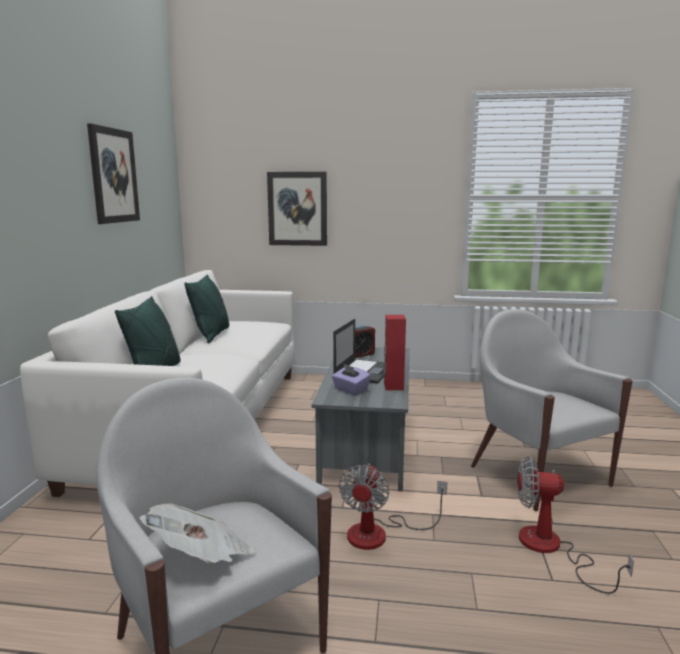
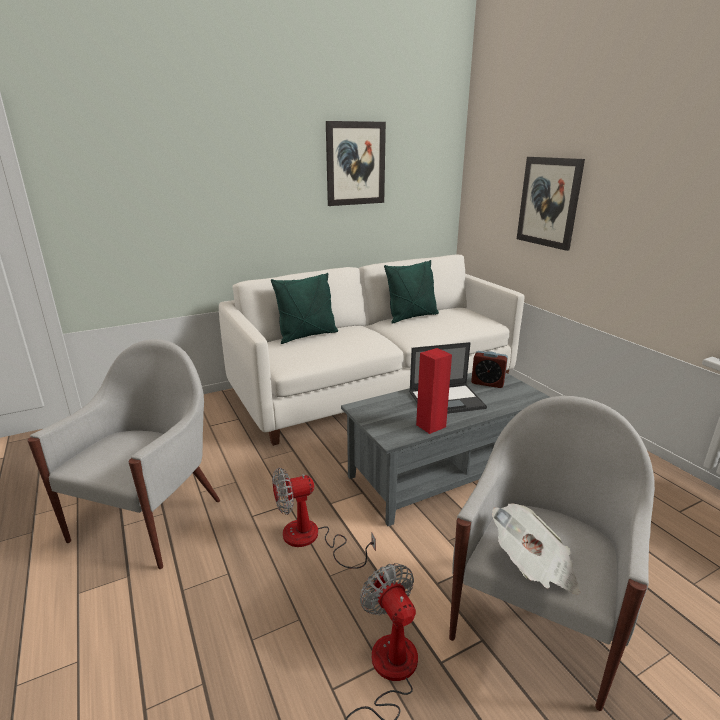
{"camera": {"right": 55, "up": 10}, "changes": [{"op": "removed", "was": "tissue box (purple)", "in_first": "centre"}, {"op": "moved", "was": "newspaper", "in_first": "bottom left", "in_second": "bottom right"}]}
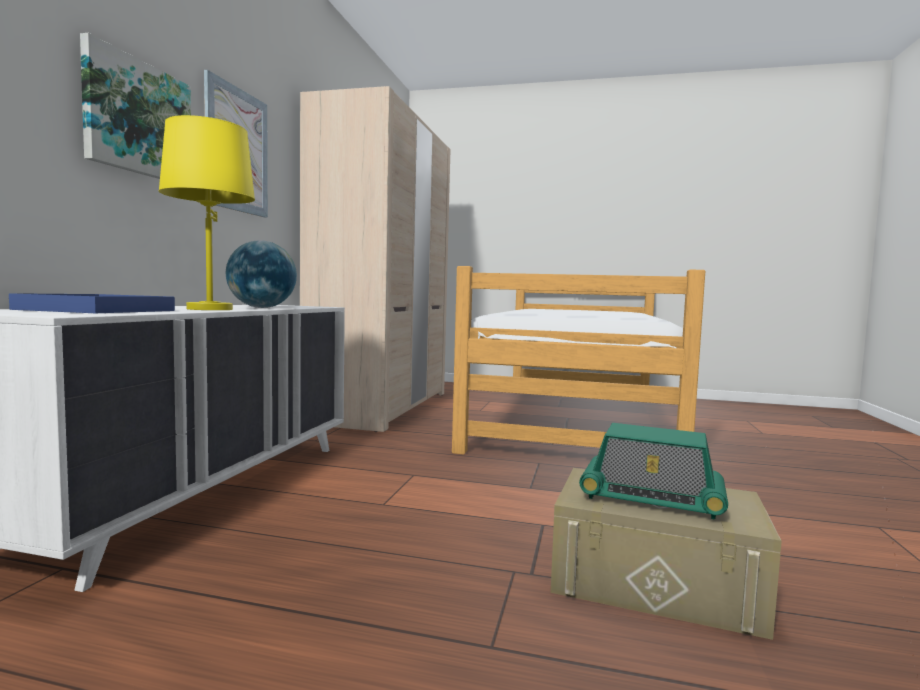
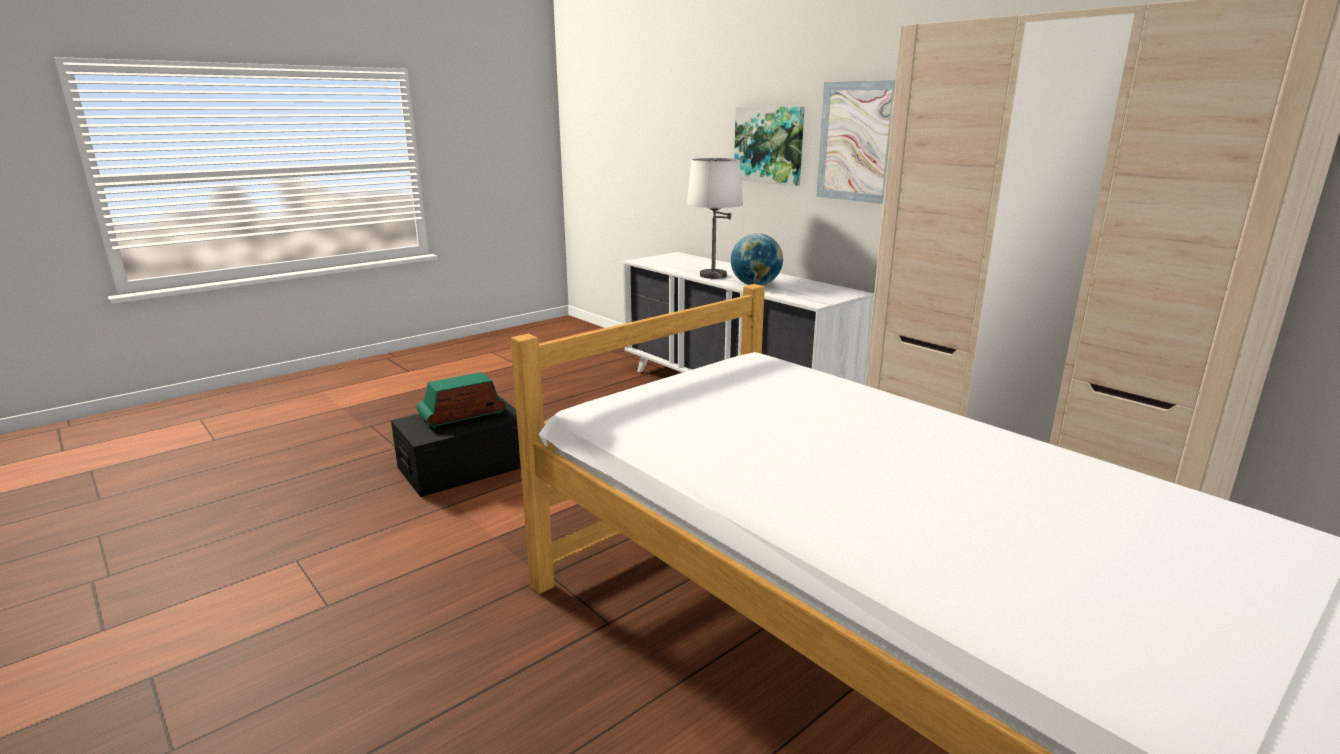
{"camera": {"right": 125, "up": 15}, "changes": [{"op": "removed", "was": "tray (blue)", "in_first": "middle left"}, {"op": "recoloured", "was": "table lamp (yellow)", "now": "table lamp (white)", "in_first": "top left", "in_second": "top centre"}, {"op": "recoloured", "was": "storage box (beige)", "now": "storage box (black)", "in_first": "bottom right", "in_second": "centre"}]}
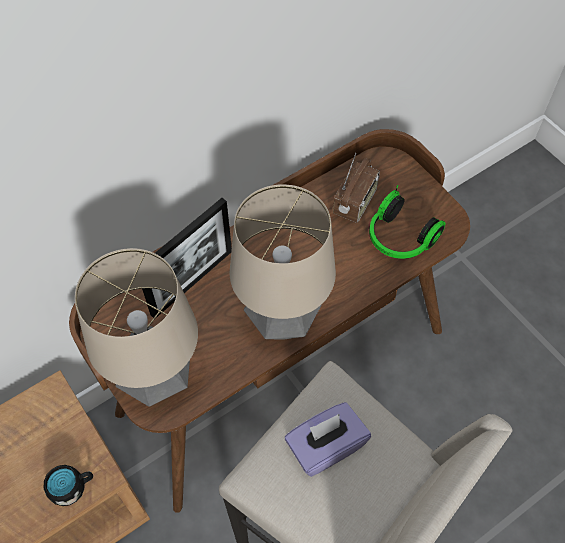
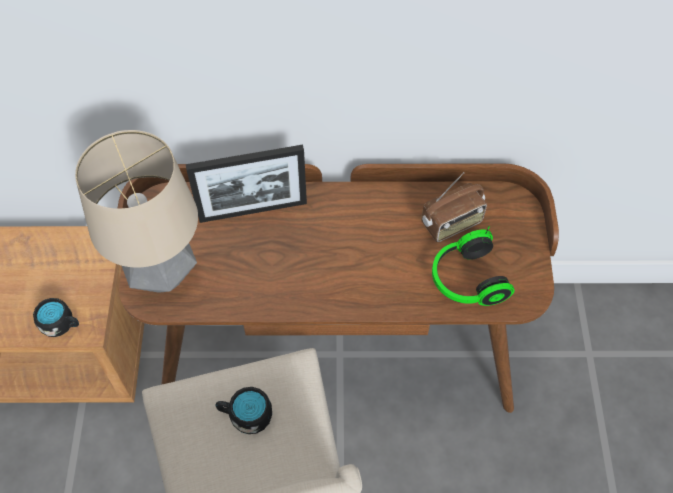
{"camera": {"right": 35, "up": 0}, "changes": [{"op": "removed", "was": "table lamp (2nd from left)", "in_first": "centre"}, {"op": "replaced", "was": "tissue box (purple)", "now": "mug (black) (2nd from left)", "in_first": "bottom centre", "in_second": "bottom centre"}]}
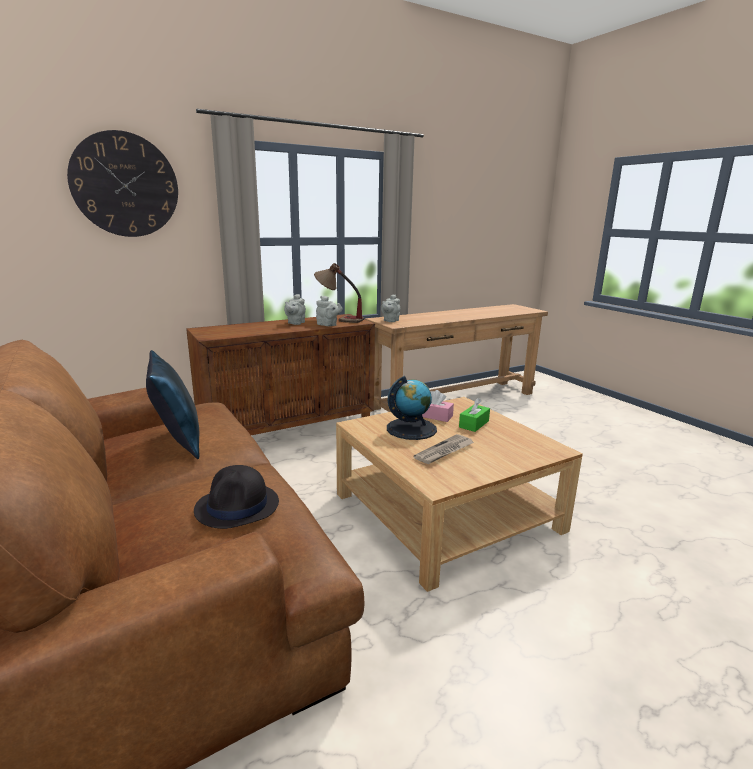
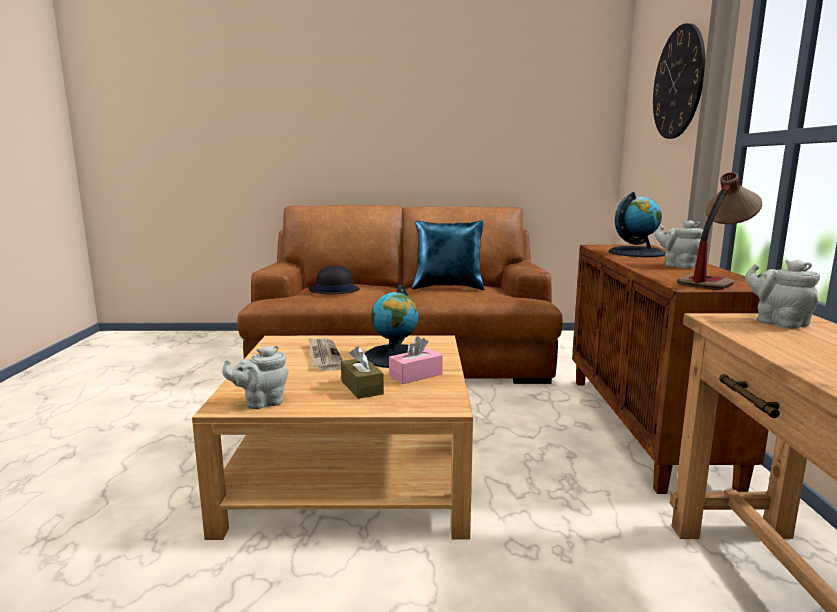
{"camera": {"right": 120, "up": -5}, "changes": [{"op": "added", "now": "globe (2nd from left)", "in_second": "middle right"}, {"op": "moved", "was": "teapot (grey) (2nd from left in the first image)", "now": "teapot (grey) (1st from left)", "in_first": "centre", "in_second": "middle left"}, {"op": "recoloured", "was": "tissue box (green)", "now": "tissue box (brown)", "in_first": "centre", "in_second": "centre"}]}
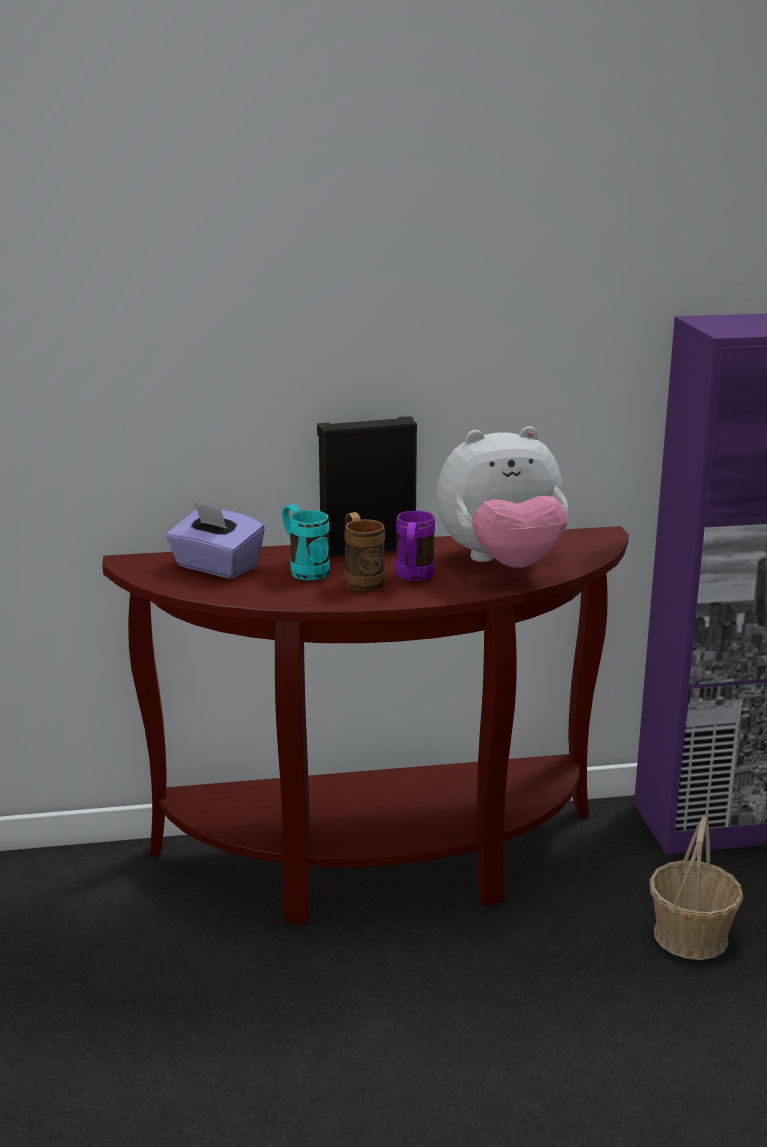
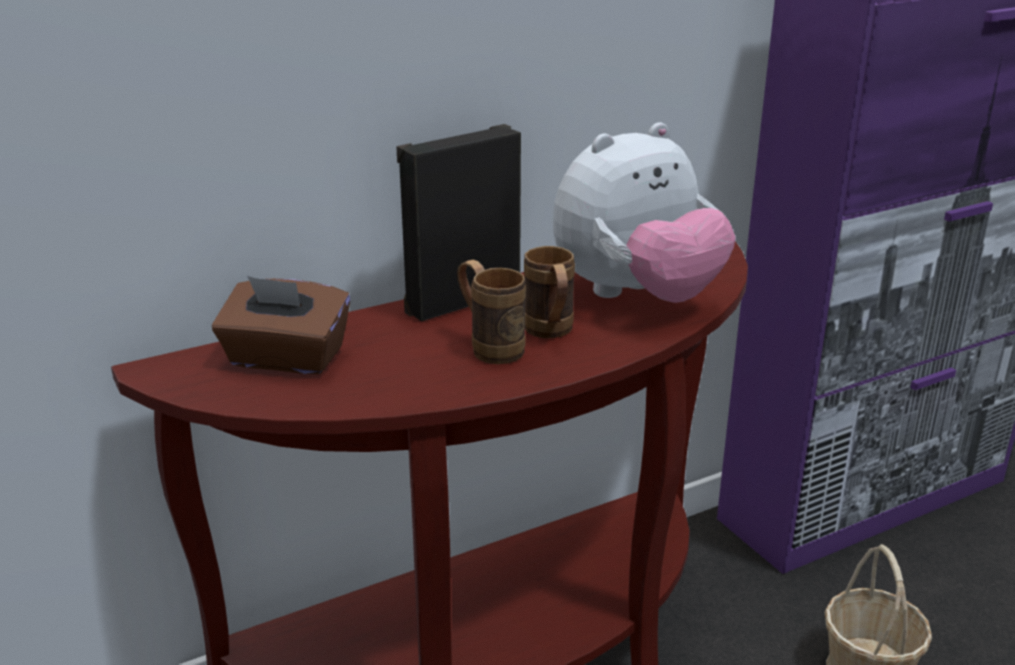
{"camera": {"right": -20, "up": 5}, "changes": [{"op": "removed", "was": "mug (turquoise)", "in_first": "centre"}, {"op": "recoloured", "was": "tissue box (purple)", "now": "tissue box (brown)", "in_first": "middle left", "in_second": "middle left"}, {"op": "recoloured", "was": "mug (purple)", "now": "mug (brown) (2nd from left)", "in_first": "centre", "in_second": "centre"}]}
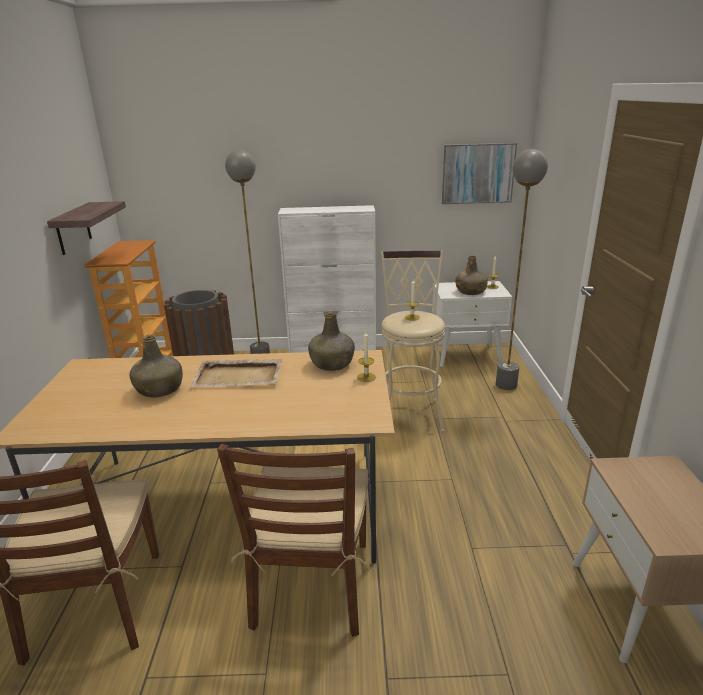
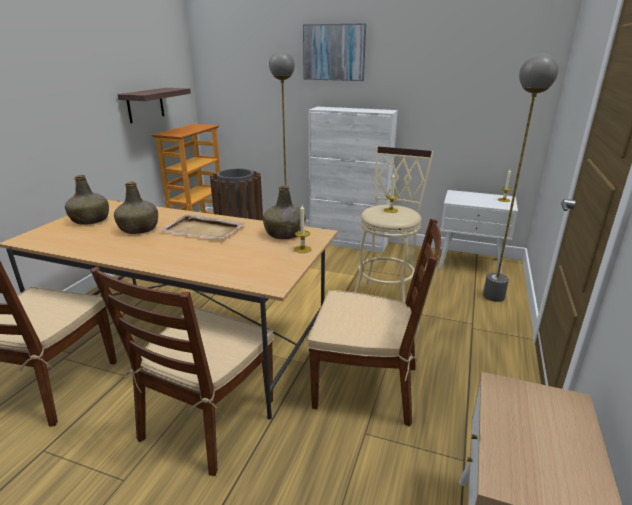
{"camera": {"right": 20, "up": 0}, "changes": [{"op": "added", "now": "chair (brown) (3rd from left)", "in_second": "centre"}, {"op": "moved", "was": "picture", "in_first": "top right", "in_second": "top centre"}, {"op": "moved", "was": "bottle (green) (3rd from left in the first image)", "now": "bottle (green) (1st from left)", "in_first": "middle right", "in_second": "middle left"}]}
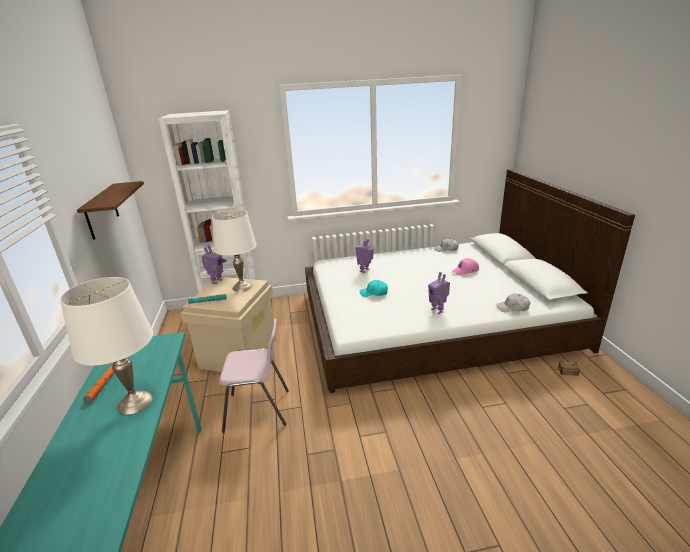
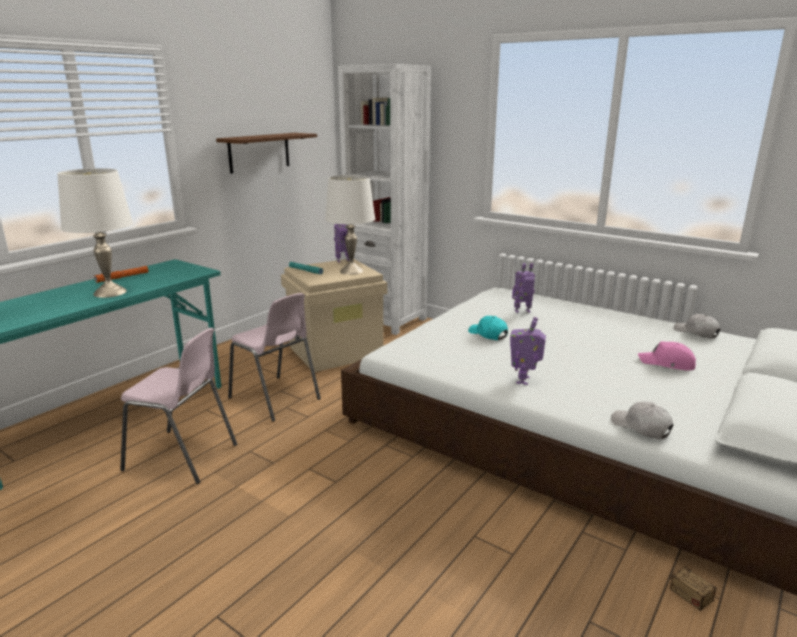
{"camera": {"right": 45, "up": -5}, "changes": [{"op": "added", "now": "chair (pink) (1st from left)", "in_second": "middle left"}]}
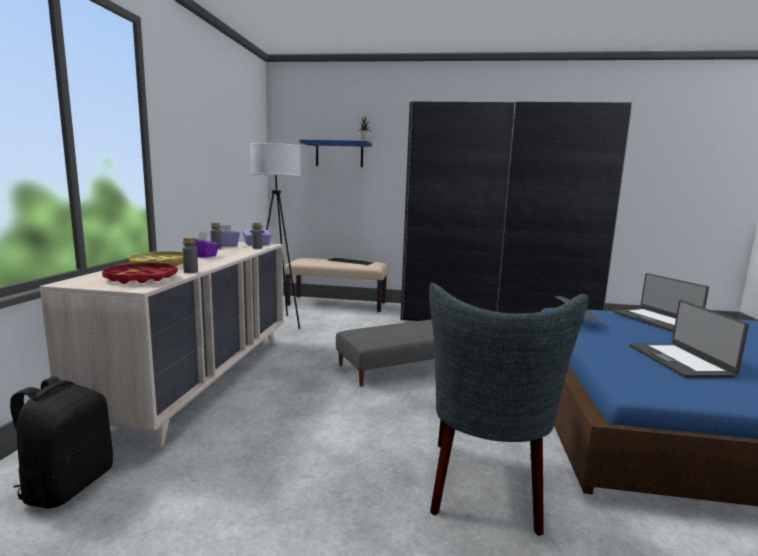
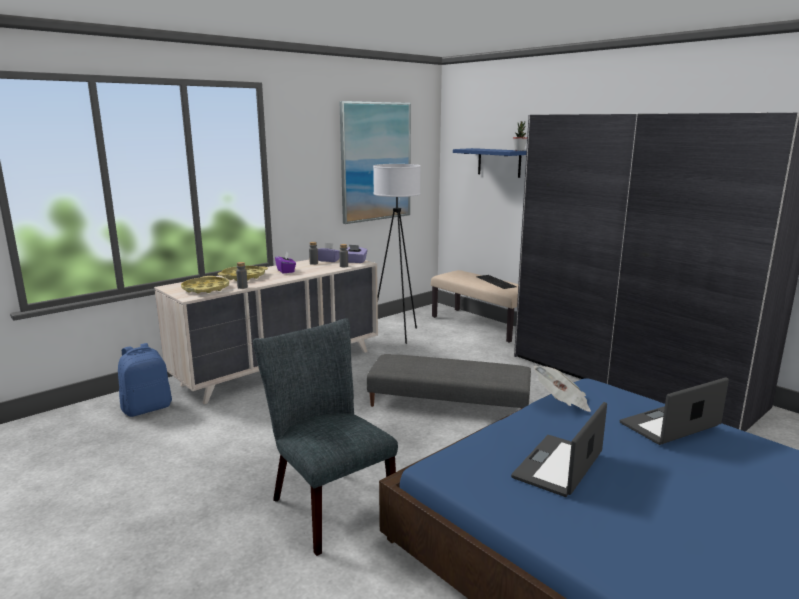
{"camera": {"right": 40, "up": 5}, "changes": [{"op": "added", "now": "picture", "in_second": "top centre"}, {"op": "recoloured", "was": "backpack (black)", "now": "backpack (blue)", "in_first": "bottom left", "in_second": "middle left"}, {"op": "recoloured", "was": "tray (red)", "now": "tray (yellow) (1st from left)", "in_first": "middle left", "in_second": "middle left"}, {"op": "turned", "was": "chair (grey)", "in_first": "bottom right", "in_second": "bottom centre", "clockwise": 90}, {"op": "turned", "was": "laptop (1st from left in the first image)", "in_first": "middle right", "in_second": "bottom right", "clockwise": 45}]}
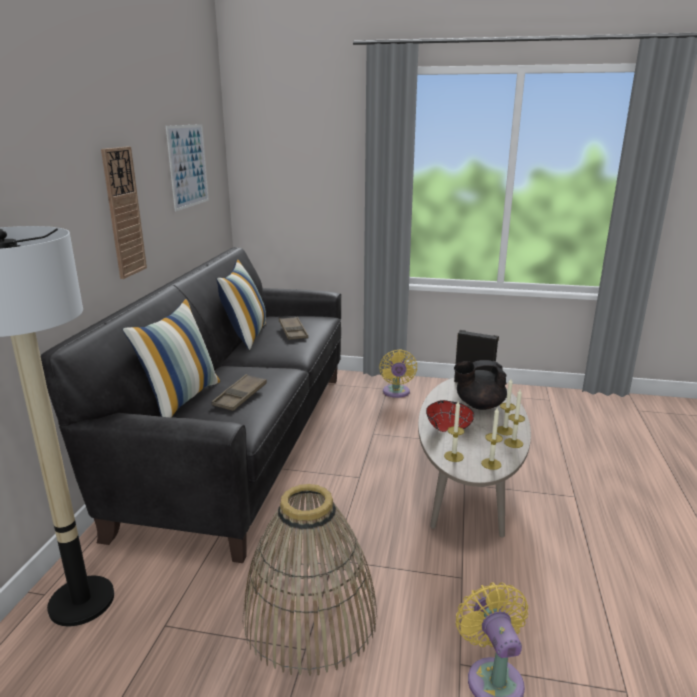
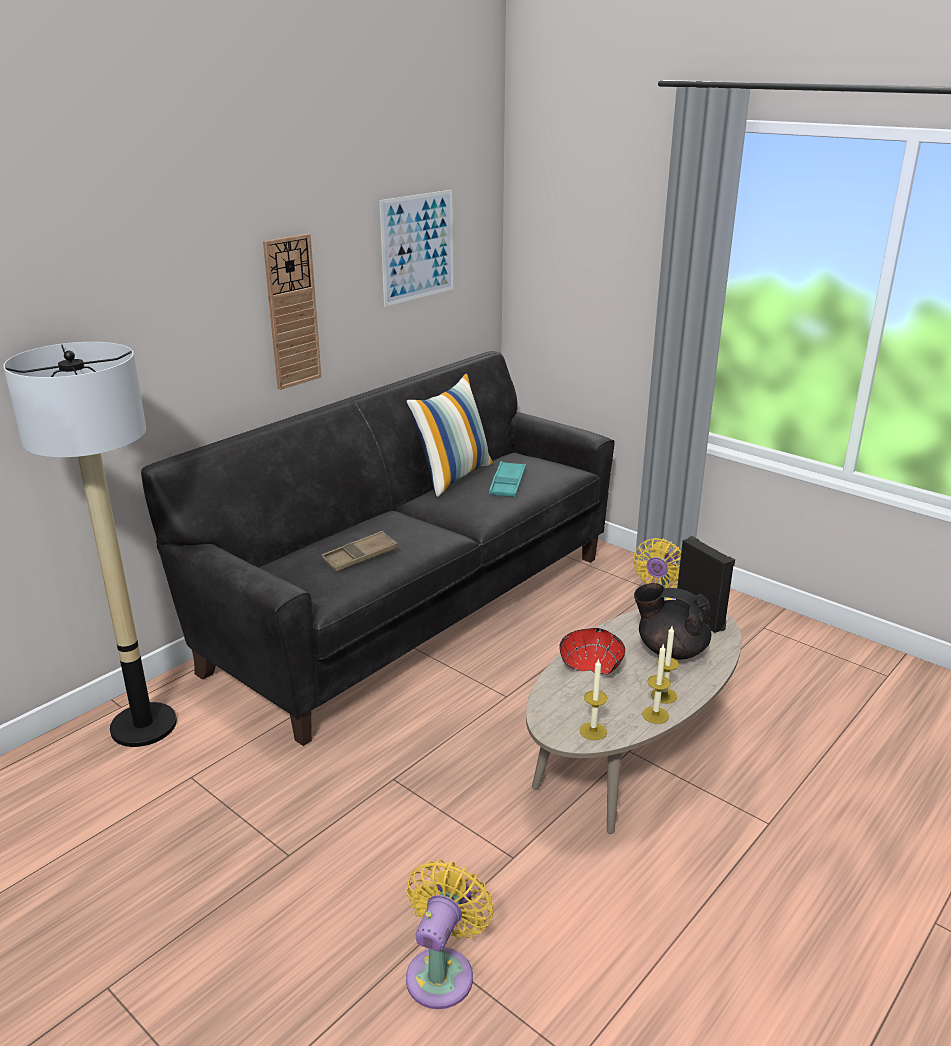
{"camera": {"right": 30, "up": 5}, "changes": [{"op": "removed", "was": "pillow (1st from left)", "in_first": "middle left"}, {"op": "removed", "was": "basket", "in_first": "bottom centre"}, {"op": "removed", "was": "candle (1st from left)", "in_first": "centre"}, {"op": "recoloured", "was": "tray (brown) (2nd from left)", "now": "tray (turquoise)", "in_first": "centre", "in_second": "centre"}]}
